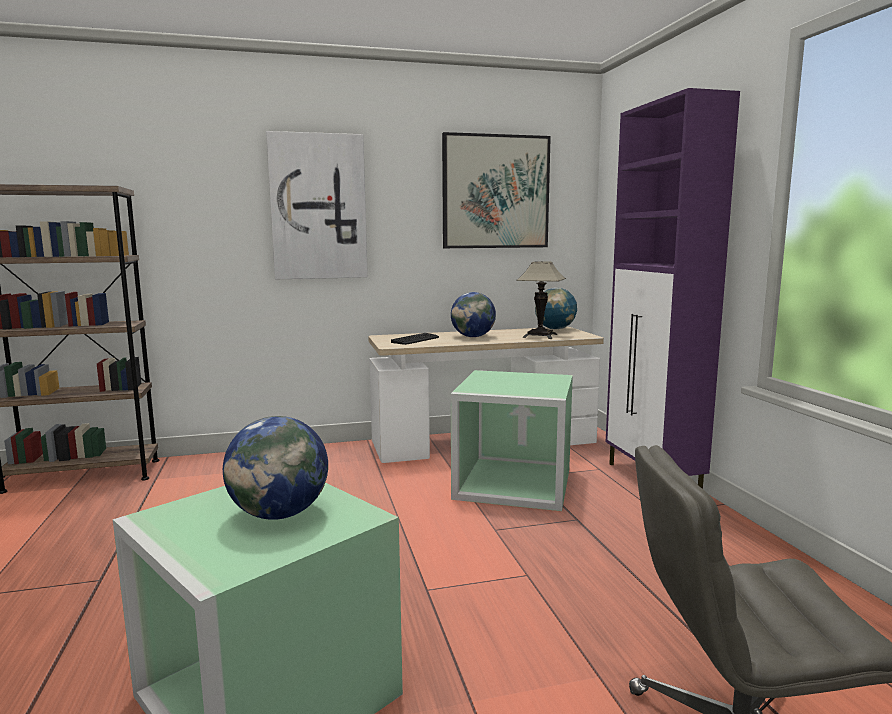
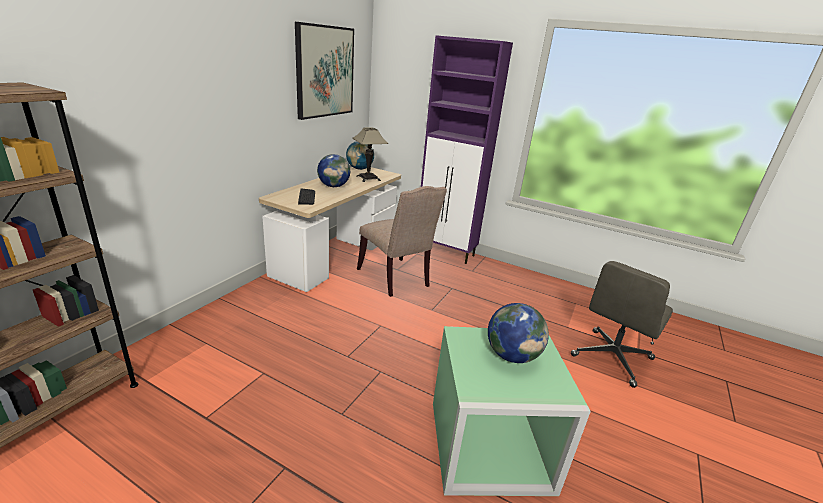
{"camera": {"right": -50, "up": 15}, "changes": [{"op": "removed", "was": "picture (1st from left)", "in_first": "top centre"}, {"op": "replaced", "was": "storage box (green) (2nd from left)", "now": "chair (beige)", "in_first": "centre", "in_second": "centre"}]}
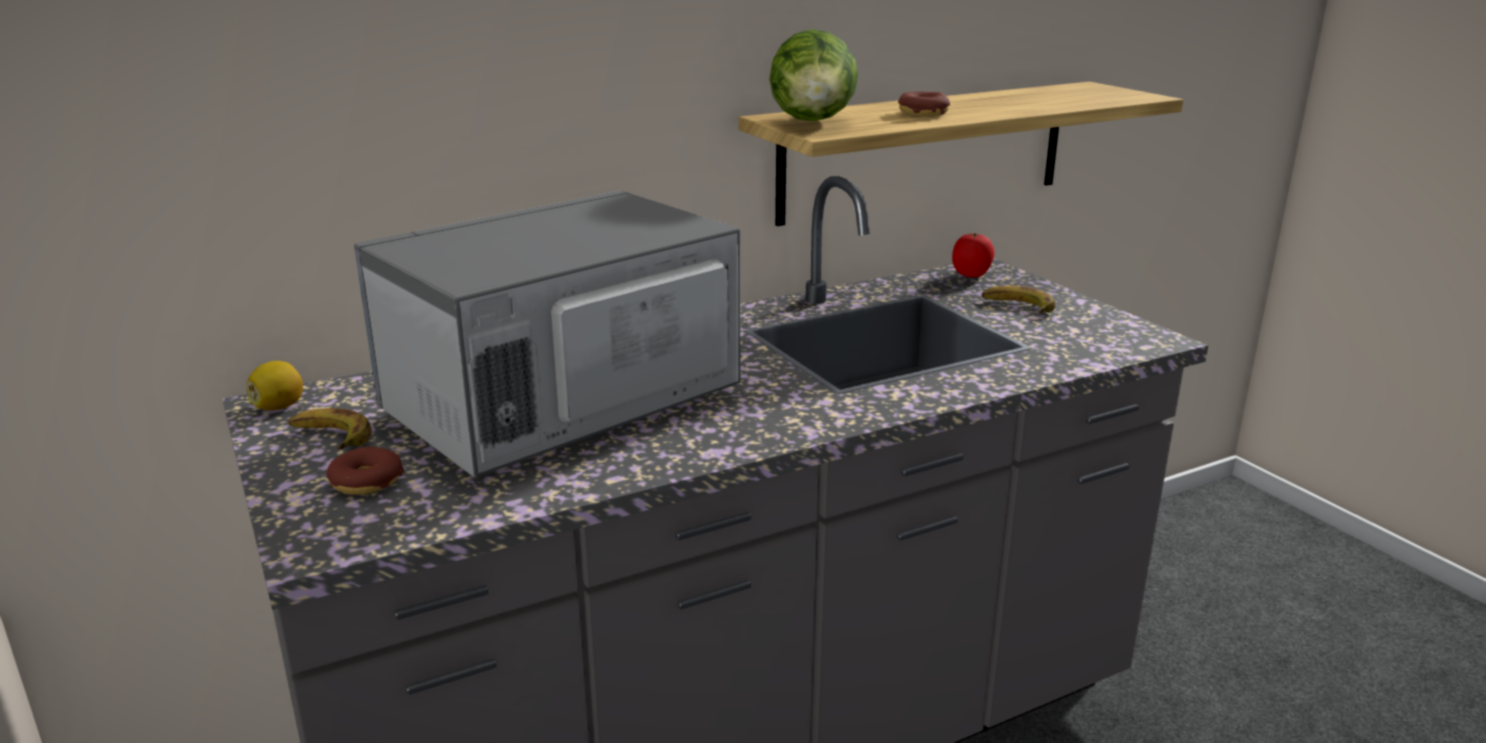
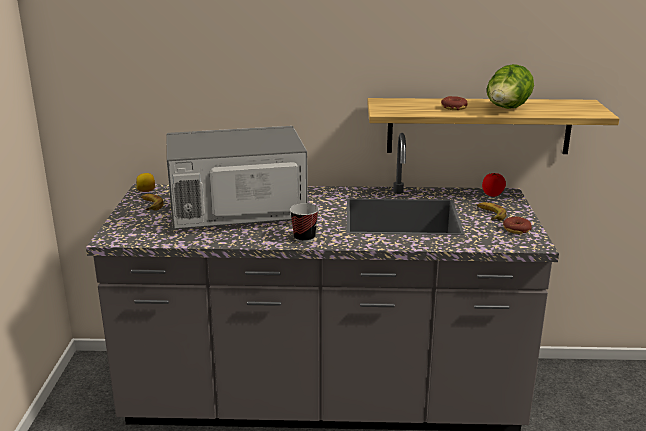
{"camera": {"right": 30, "up": 0}, "changes": [{"op": "added", "now": "cup", "in_second": "centre"}, {"op": "moved", "was": "donut (1st from left in the first image)", "now": "donut (2nd from left)", "in_first": "middle left", "in_second": "middle right"}, {"op": "moved", "was": "lettuce", "in_first": "top centre", "in_second": "top right"}]}
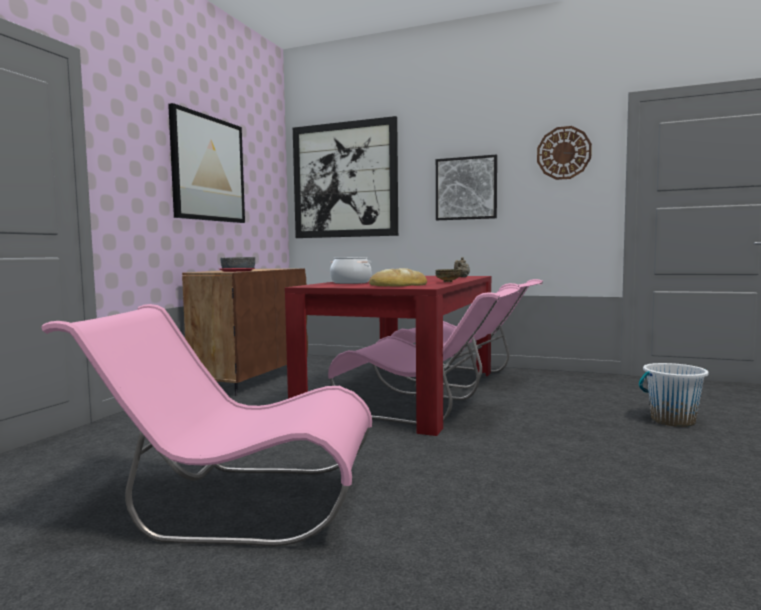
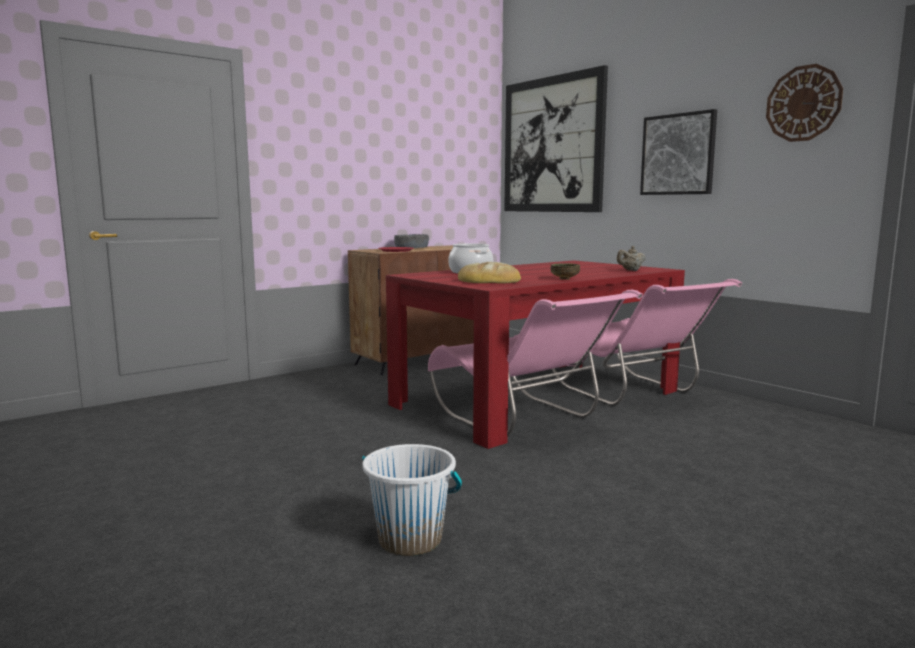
{"camera": {"right": 30, "up": 5}, "changes": [{"op": "removed", "was": "chair (pink) (1st from left)", "in_first": "bottom left"}, {"op": "removed", "was": "picture (1st from left)", "in_first": "top left"}, {"op": "moved", "was": "bucket (white)", "in_first": "middle right", "in_second": "bottom centre"}]}
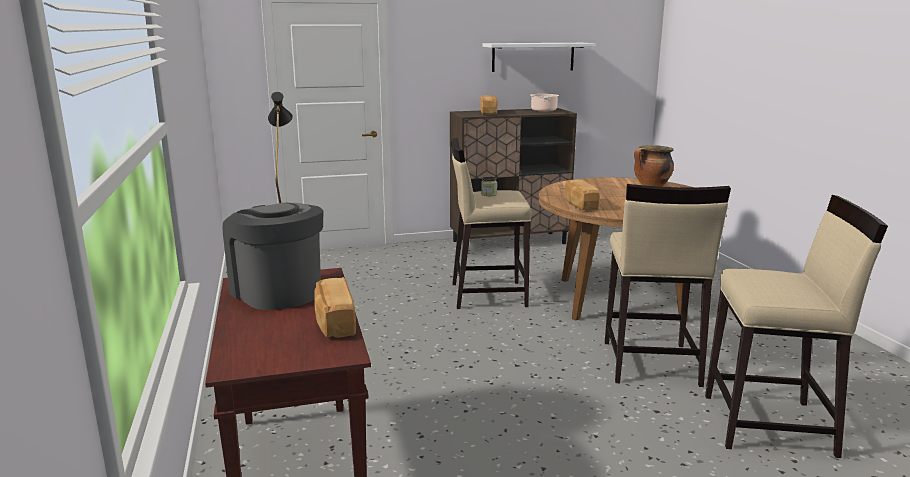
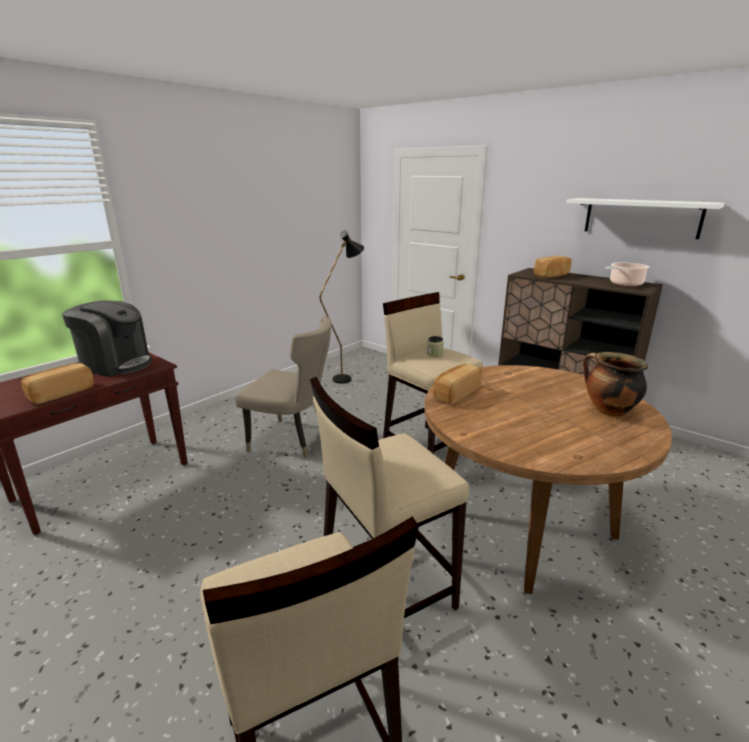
{"camera": {"right": 55, "up": 5}, "changes": [{"op": "added", "now": "chair (beige)", "in_second": "centre"}, {"op": "turned", "was": "coffee machine", "in_first": "middle left", "in_second": "middle left", "clockwise": 90}]}
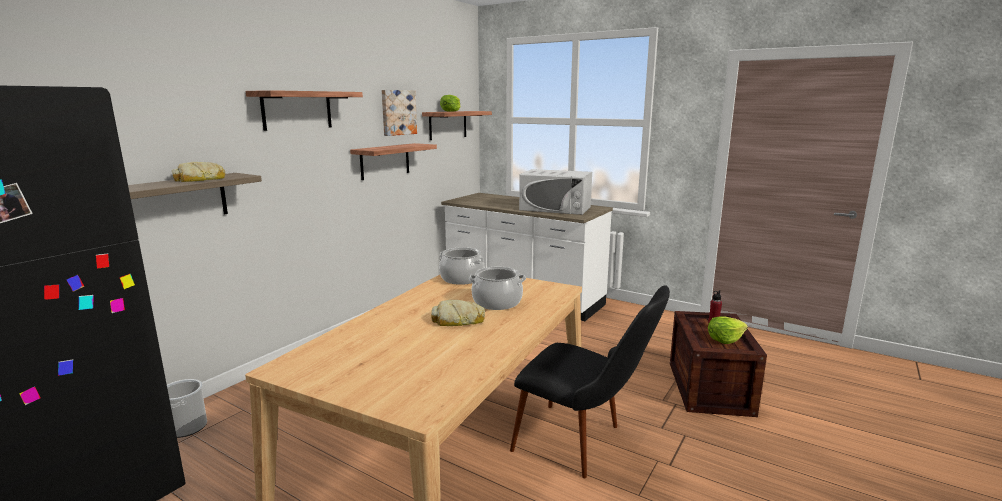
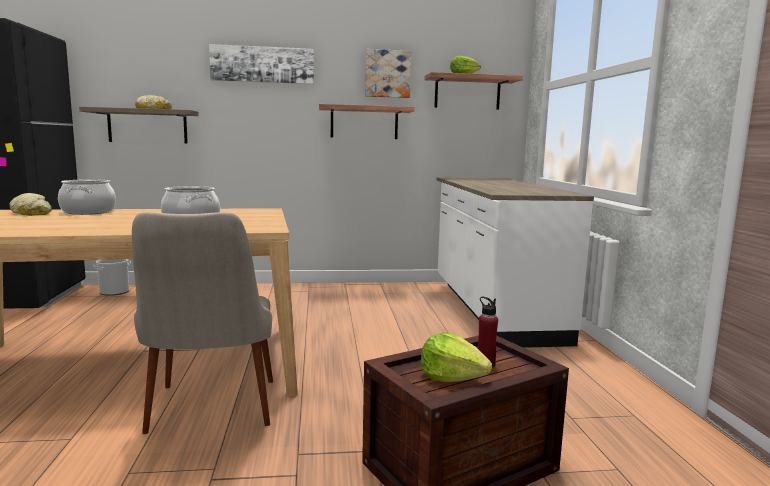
{"camera": {"right": 50, "up": -5}, "changes": [{"op": "removed", "was": "microwave (white)", "in_first": "centre"}, {"op": "moved", "was": "bread (2nd from left in the first image)", "now": "bread (1st from left)", "in_first": "centre", "in_second": "middle left"}, {"op": "moved", "was": "cooking pot (1st from left)", "in_first": "centre", "in_second": "middle left"}, {"op": "replaced", "was": "shelf (2nd from left)", "now": "picture (1st from left)", "in_first": "top left", "in_second": "top centre"}, {"op": "recoloured", "was": "chair (black)", "now": "chair (beige)", "in_first": "bottom centre", "in_second": "middle left"}]}
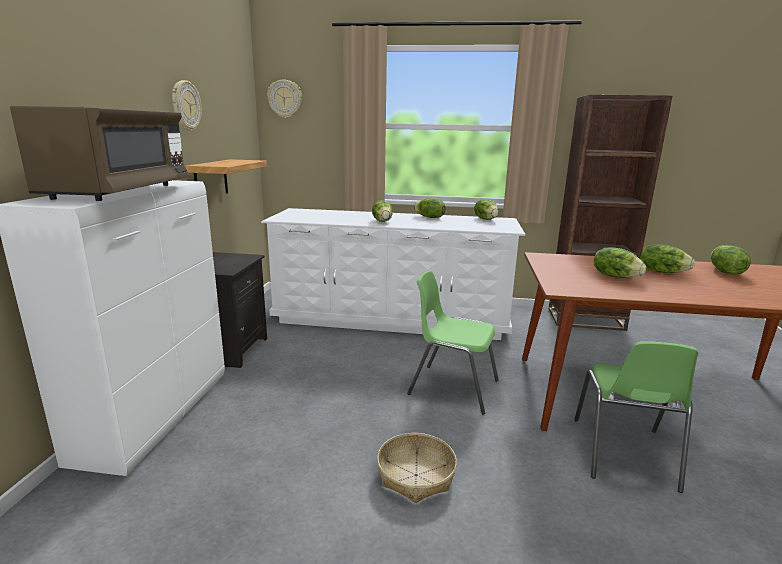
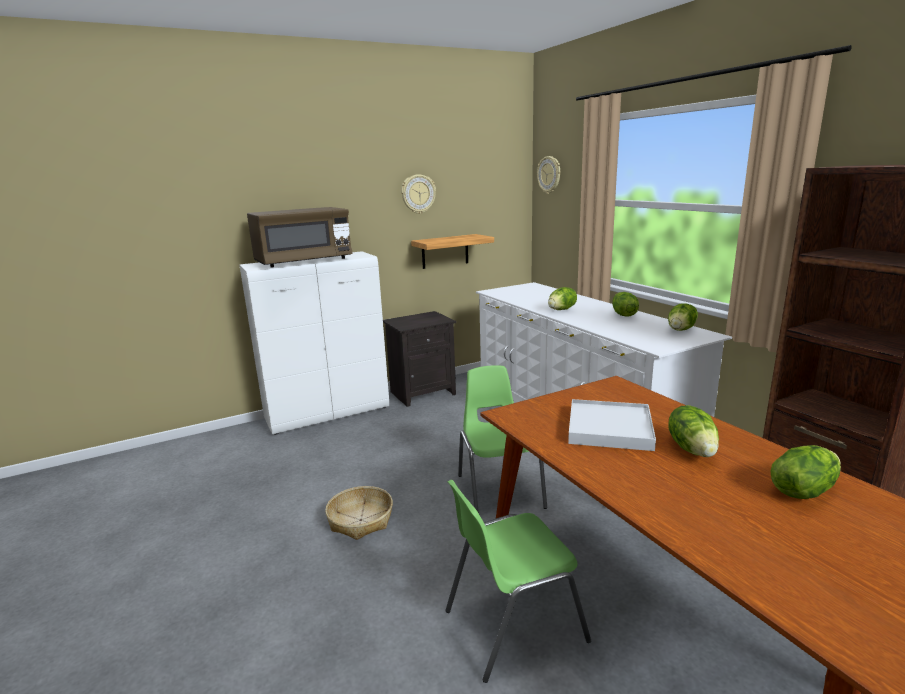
{"camera": {"right": 55, "up": 0}, "changes": [{"op": "replaced", "was": "lettuce (4th from left)", "now": "tray (white)", "in_first": "middle right", "in_second": "middle right"}]}
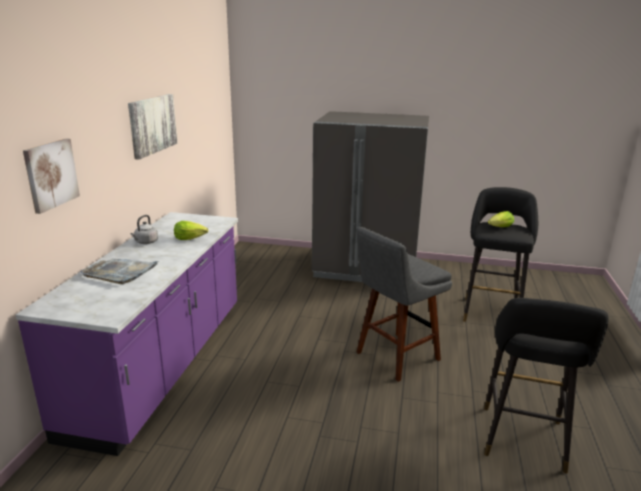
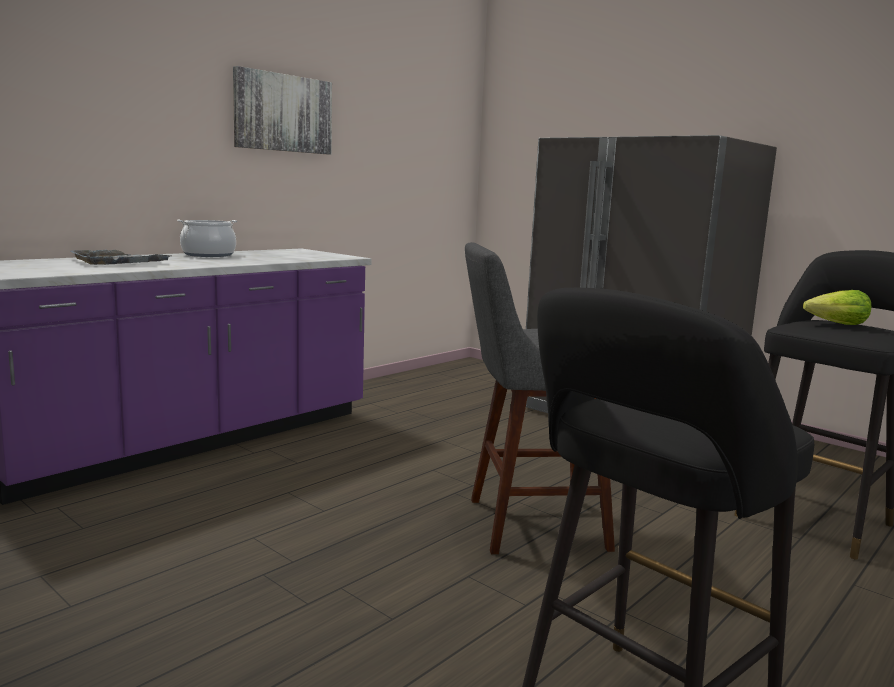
{"camera": {"right": 30, "up": -10}, "changes": [{"op": "removed", "was": "picture (1st from left)", "in_first": "middle left"}, {"op": "removed", "was": "lettuce (1st from left)", "in_first": "middle left"}, {"op": "replaced", "was": "kettle (grey)", "now": "cooking pot", "in_first": "middle left", "in_second": "middle left"}]}
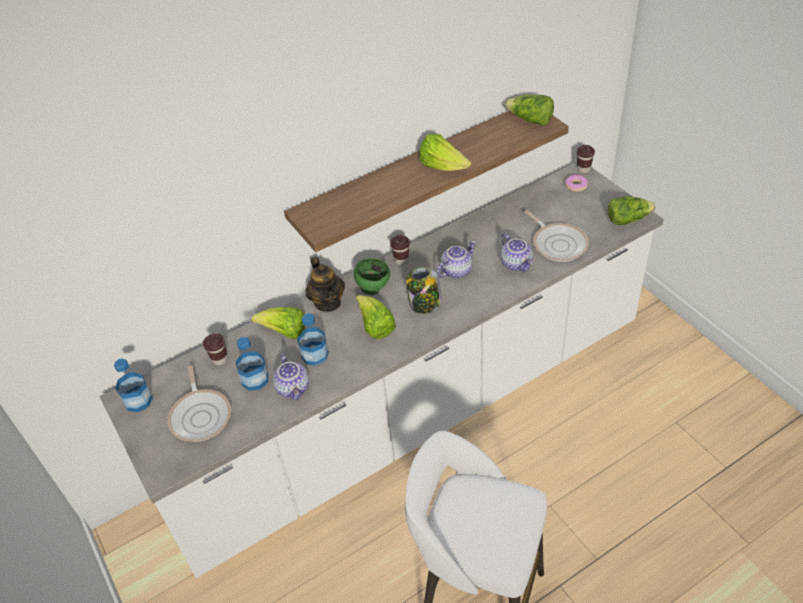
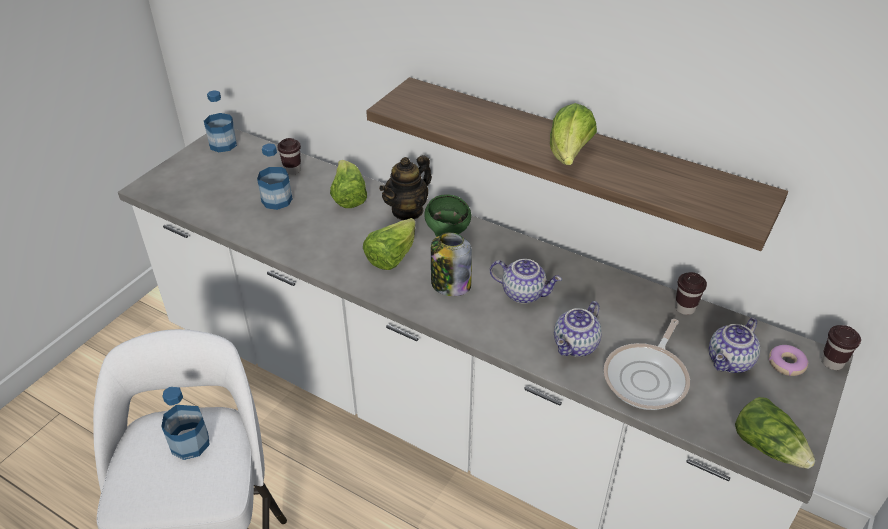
{"camera": {"right": 60, "up": -5}, "changes": [{"op": "removed", "was": "frying pan (1st from left)", "in_first": "bottom left"}, {"op": "removed", "was": "lettuce (4th from left)", "in_first": "top centre"}, {"op": "moved", "was": "teapot (1st from left in the first image)", "now": "teapot (4th from left)", "in_first": "centre", "in_second": "middle right"}, {"op": "moved", "was": "bottle (3rd from left in the first image)", "now": "bottle (1st from left)", "in_first": "centre", "in_second": "bottom left"}, {"op": "moved", "was": "cup (brown) (2nd from left)", "in_first": "centre", "in_second": "middle right"}]}
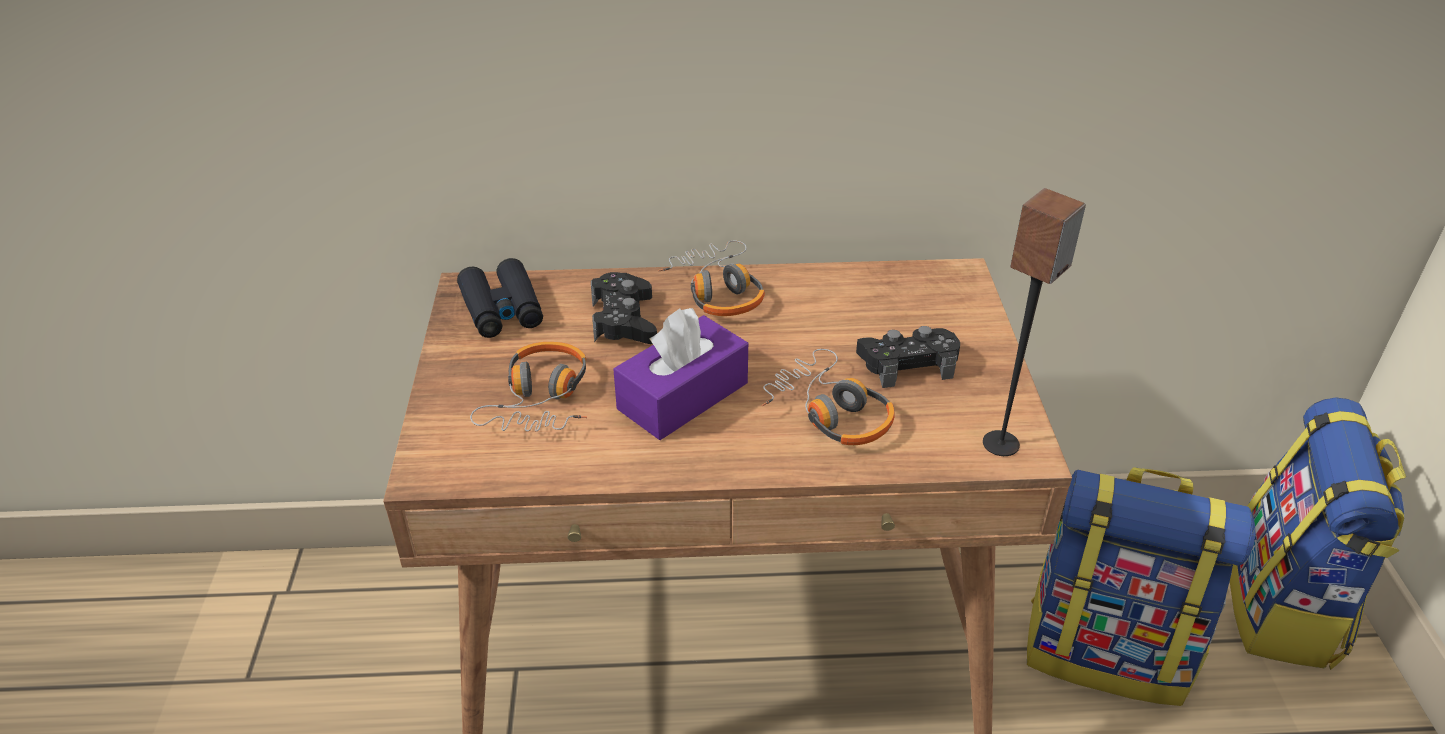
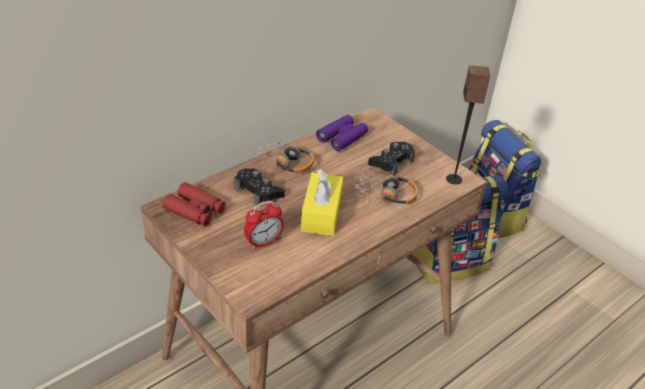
{"camera": {"right": -40, "up": 0}, "changes": [{"op": "added", "now": "binoculars (purple)", "in_second": "centre"}, {"op": "replaced", "was": "headphones (1st from left)", "now": "alarm clock", "in_first": "centre", "in_second": "centre"}, {"op": "recoloured", "was": "binoculars (black)", "now": "binoculars (red)", "in_first": "centre", "in_second": "middle left"}, {"op": "recoloured", "was": "tissue box (purple)", "now": "tissue box (yellow)", "in_first": "centre", "in_second": "centre"}]}
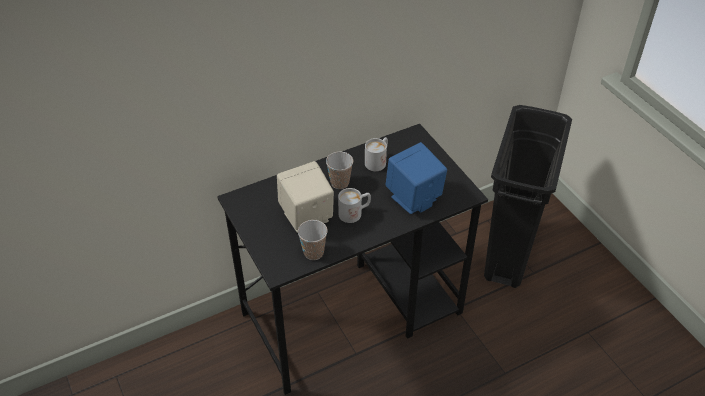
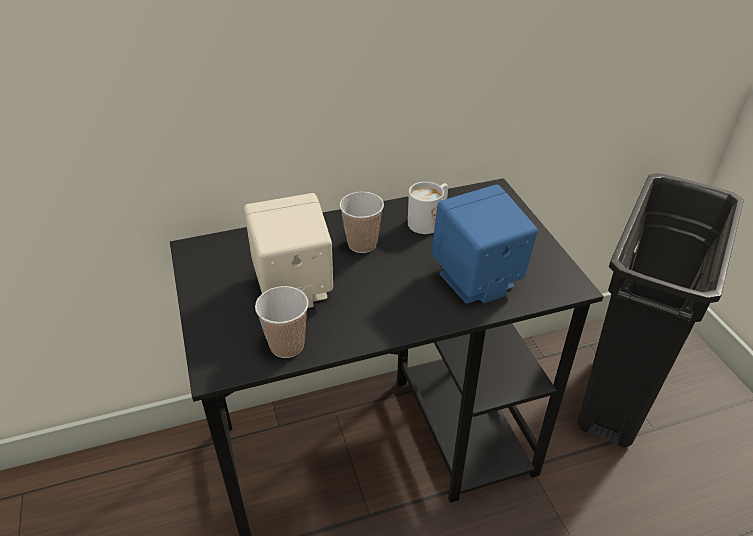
{"camera": {"right": 10, "up": -5}, "changes": [{"op": "removed", "was": "mug (white) (1st from left)", "in_first": "centre"}]}
